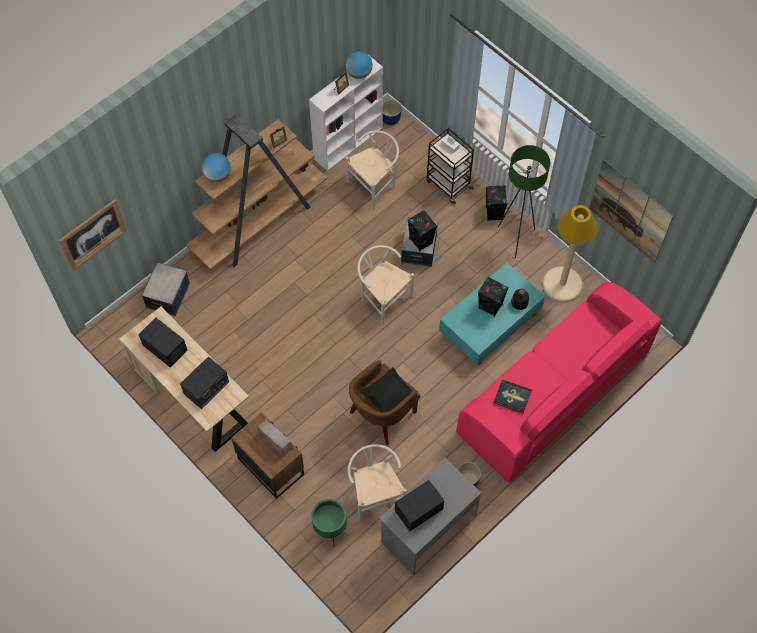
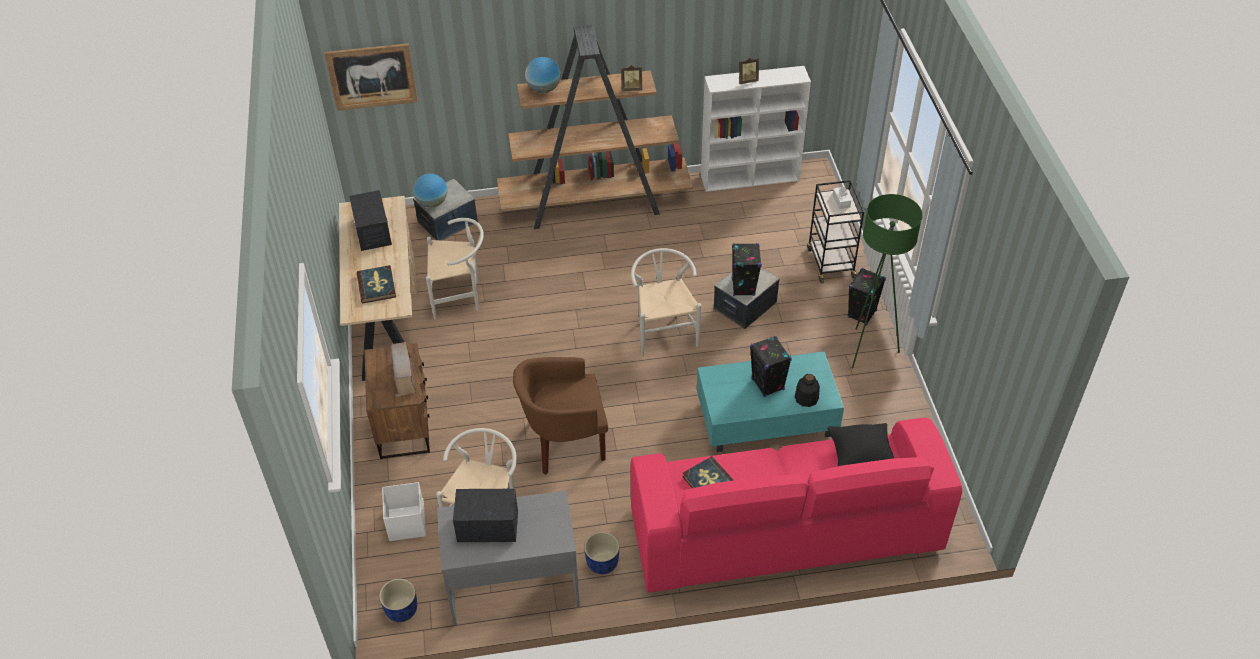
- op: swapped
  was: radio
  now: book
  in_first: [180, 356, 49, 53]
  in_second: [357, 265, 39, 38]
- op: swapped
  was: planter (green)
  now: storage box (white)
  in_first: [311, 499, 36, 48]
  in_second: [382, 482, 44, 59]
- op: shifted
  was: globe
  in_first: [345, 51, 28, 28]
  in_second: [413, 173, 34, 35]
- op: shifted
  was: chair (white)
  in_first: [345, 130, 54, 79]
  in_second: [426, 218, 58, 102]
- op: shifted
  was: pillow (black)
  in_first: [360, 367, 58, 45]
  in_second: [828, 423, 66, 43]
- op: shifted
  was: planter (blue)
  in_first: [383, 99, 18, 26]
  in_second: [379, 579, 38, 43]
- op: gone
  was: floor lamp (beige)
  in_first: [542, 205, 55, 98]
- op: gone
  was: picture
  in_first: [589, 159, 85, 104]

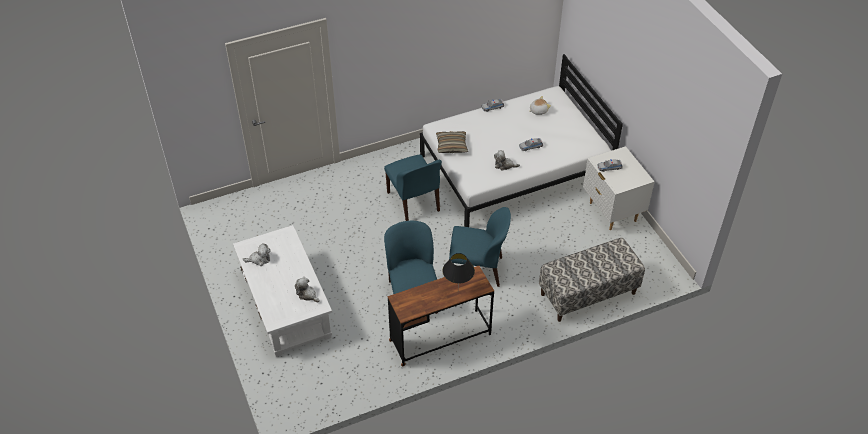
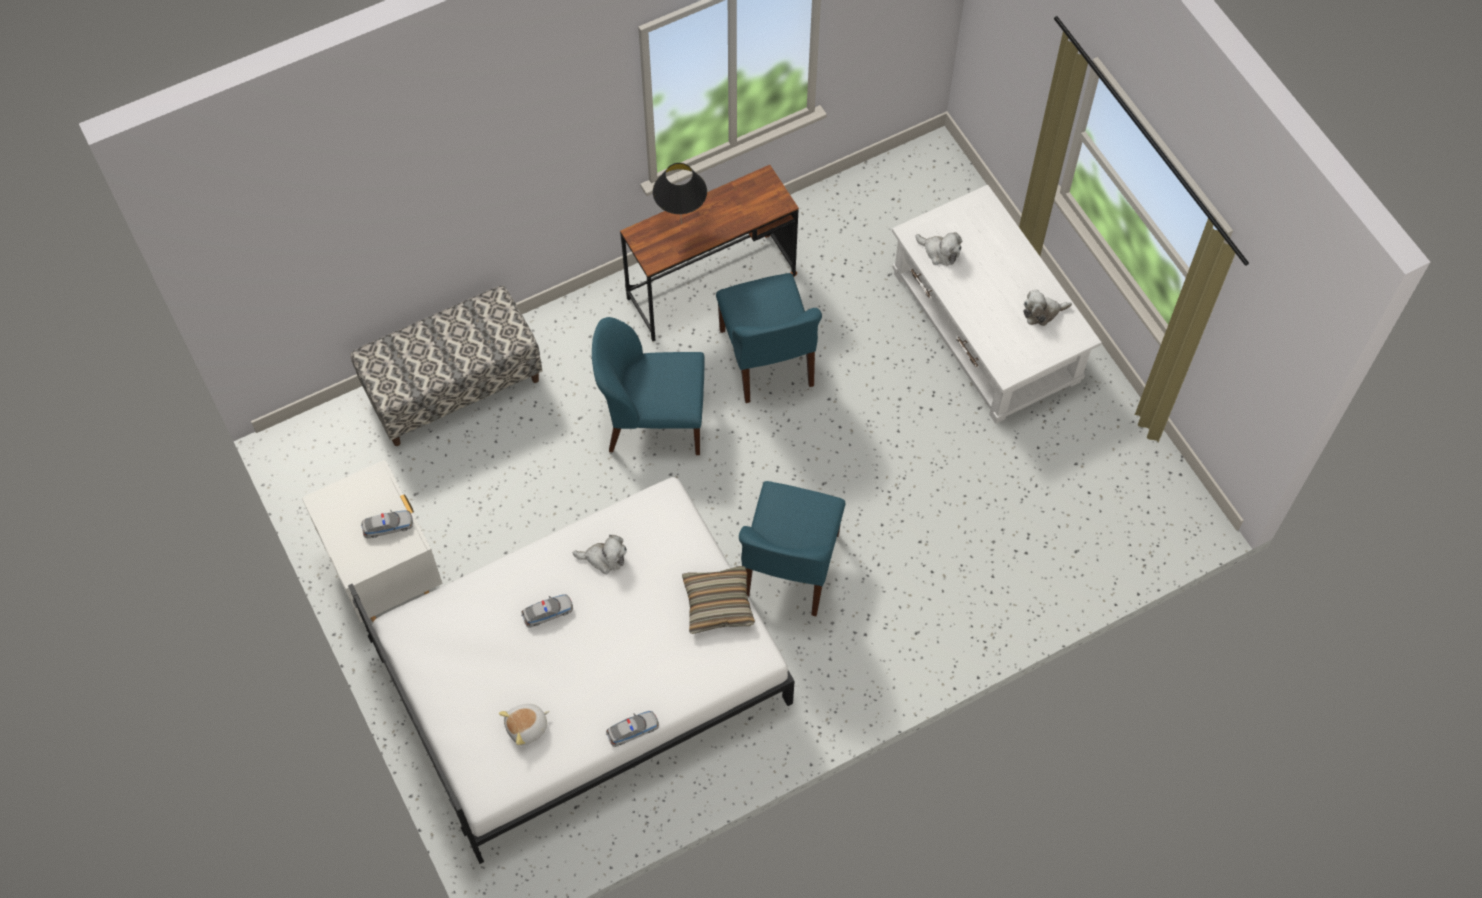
- op: rotated
  was: chair (blue)
  in_first: [384, 154, 58, 67]
  in_second: [739, 481, 107, 135]
  clockwise: -135

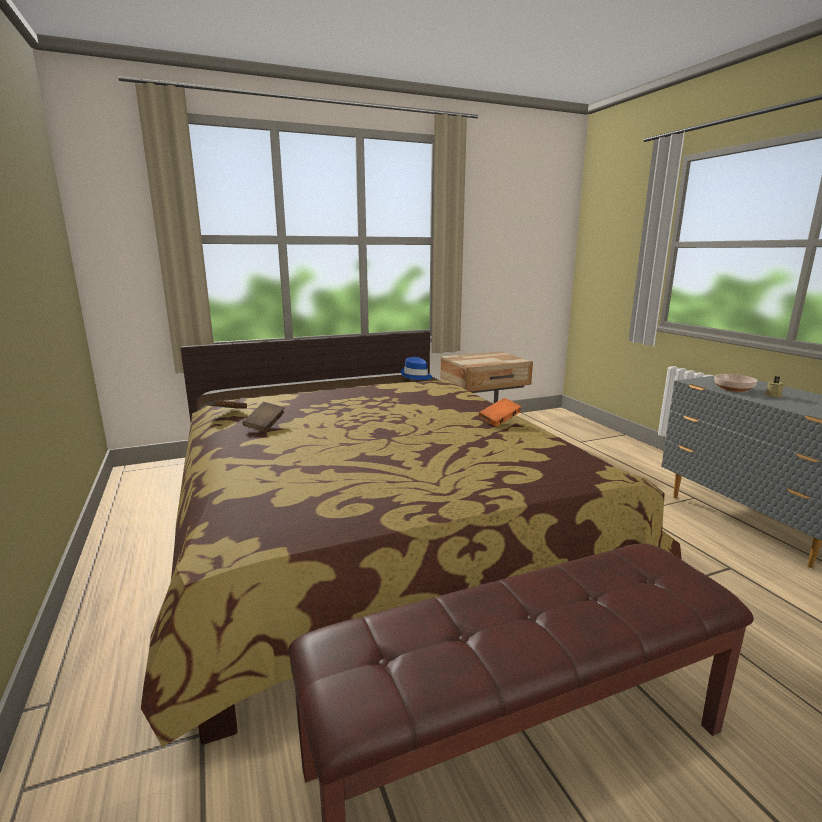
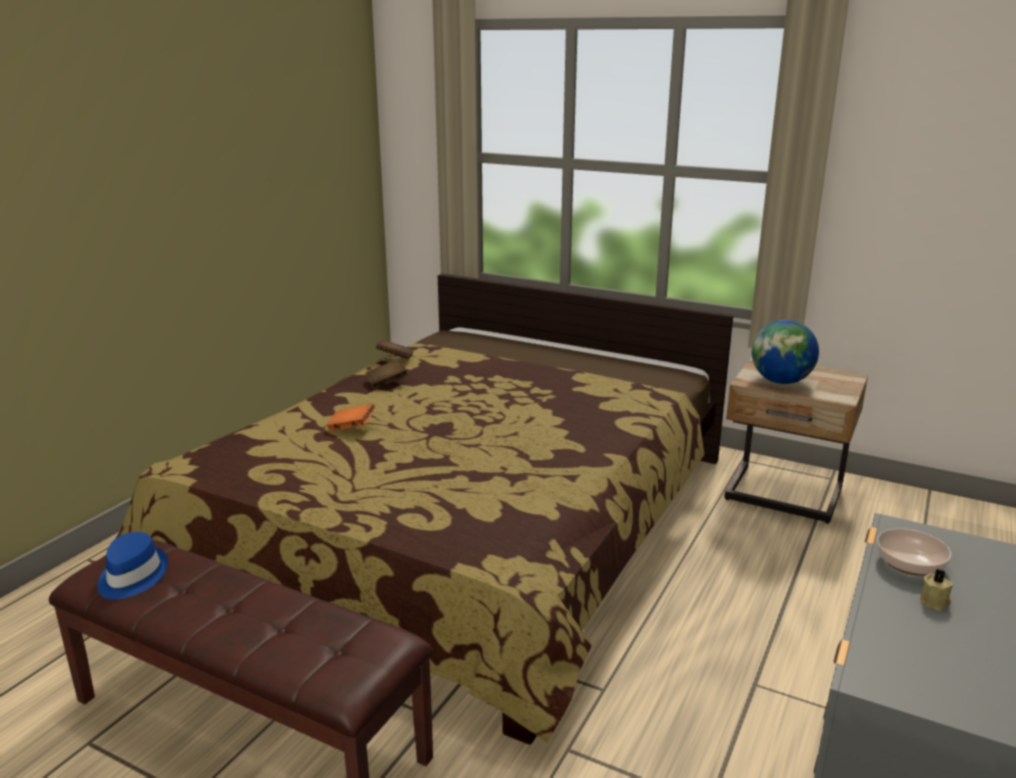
- op: shifted
  was: hat (blue)
  in_first: [401, 357, 31, 23]
  in_second: [97, 532, 71, 68]
- op: shifted
  was: book (orange)
  in_first: [479, 398, 43, 29]
  in_second: [326, 404, 49, 27]
- op: new
  now: globe
  in_second: [752, 320, 67, 64]

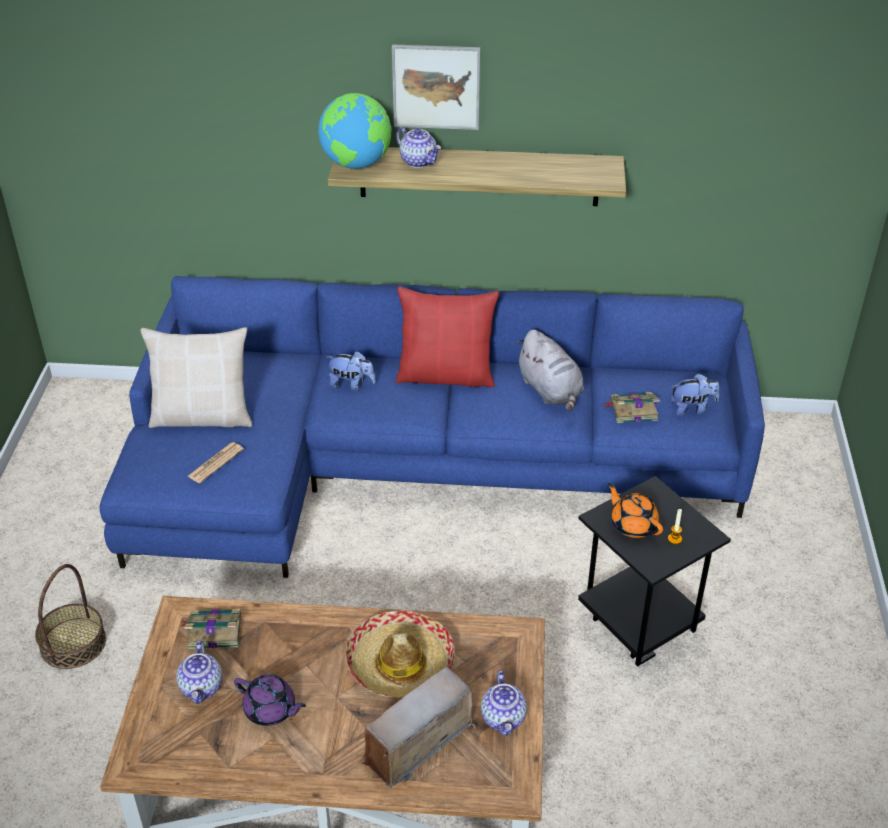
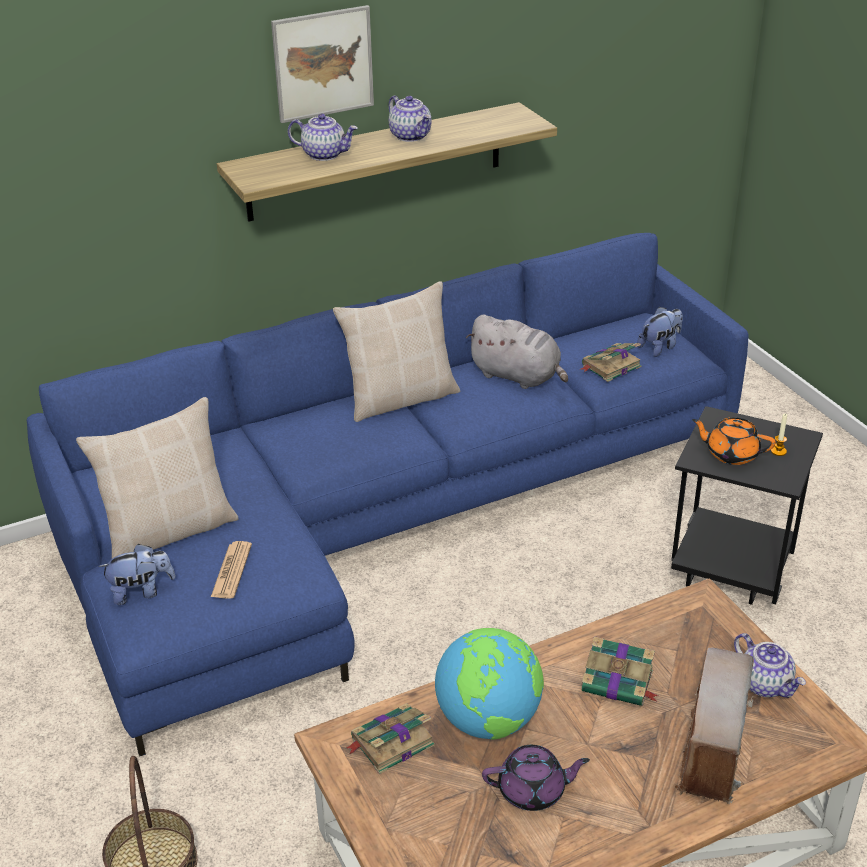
- op: shifted
  was: teapot
  in_first: [176, 640, 47, 64]
  in_second: [389, 95, 42, 47]
- op: shifted
  was: globe
  in_first: [318, 93, 73, 76]
  in_second: [435, 628, 109, 112]
- op: shifted
  was: plush toy
  in_first: [327, 351, 49, 40]
  in_second: [98, 544, 77, 61]
- op: swapped
  was: hat
  now: book
  in_first: [345, 611, 110, 88]
  in_second: [582, 636, 77, 70]
- op: repainted
  was: pillow (red)
  now: pillow (beige)
  in_first: [396, 286, 103, 101]
  in_second: [333, 281, 127, 141]

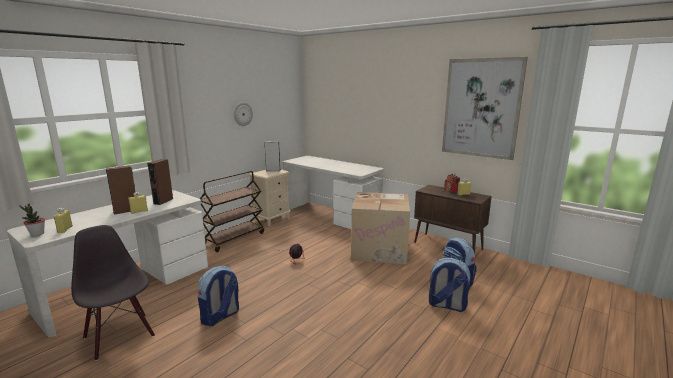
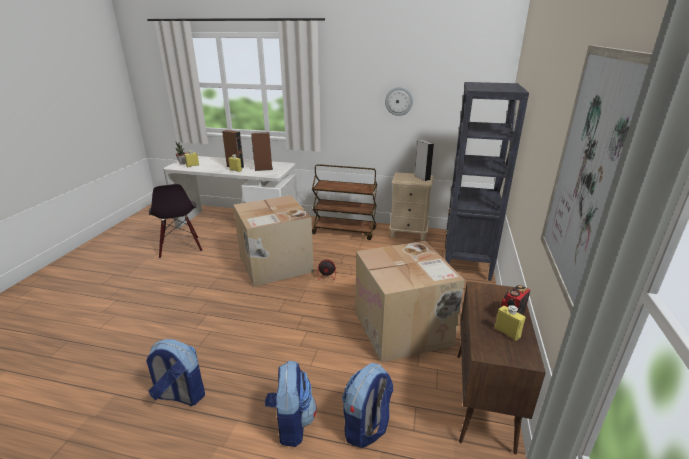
- op: rotated
  was: chair (black)
  in_first: [71, 225, 84, 136]
  in_second: [149, 184, 54, 75]
  clockwise: 135
- op: shifted
  was: backpack
  in_first: [198, 266, 41, 60]
  in_second: [146, 339, 59, 67]
- op: swapped
  was: desk (white)
  now: bookcase (black)
  in_first: [283, 156, 101, 73]
  in_second: [445, 82, 84, 199]
- op: new
  now: cardboard box
  in_second: [233, 195, 81, 91]

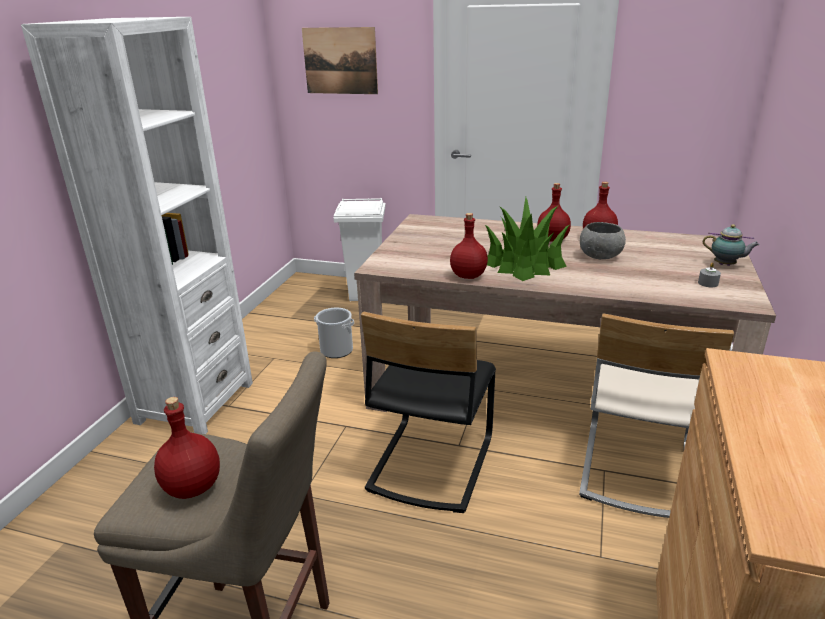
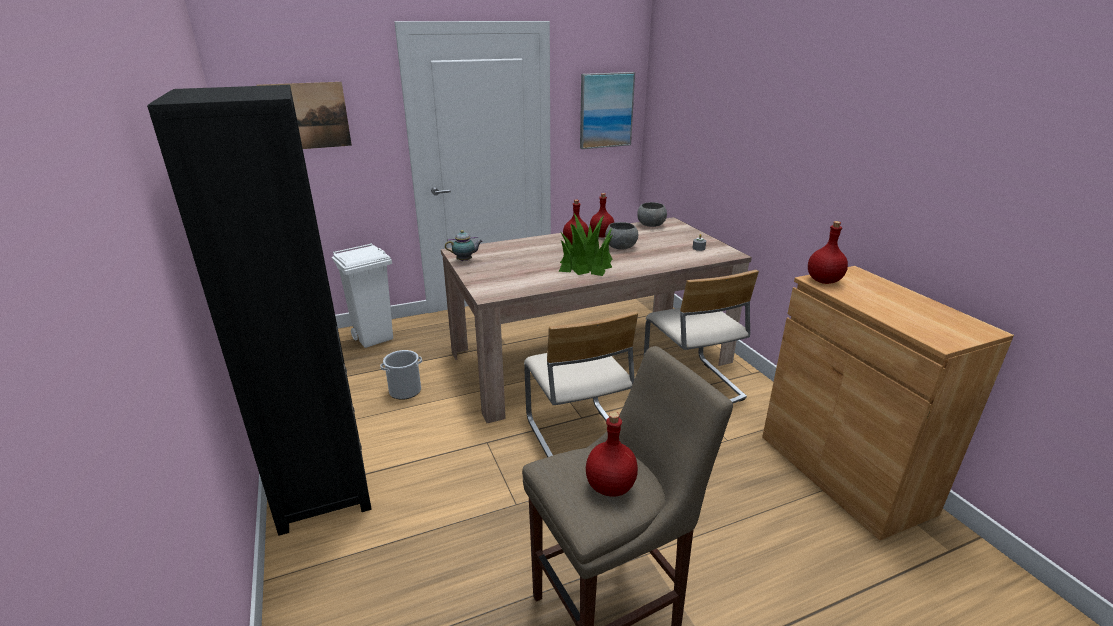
- op: repainted
  was: bookcase (white)
  now: bookcase (black)
  in_first: [21, 17, 232, 417]
  in_second: [147, 85, 225, 451]
- op: repainted
  was: chair (black)
  now: chair (beige)
  in_first: [361, 312, 135, 201]
  in_second: [524, 311, 114, 146]
- op: shifted
  was: bottle (red)
  in_first: [450, 213, 38, 66]
  in_second: [808, 221, 40, 63]
- op: shifted
  was: teapot
  in_first: [703, 224, 57, 42]
  in_second: [445, 230, 38, 31]
- op: new
  now: picture
  in_second: [580, 72, 55, 77]
- op: new
  now: bowl (grey)
  in_second: [637, 202, 30, 25]

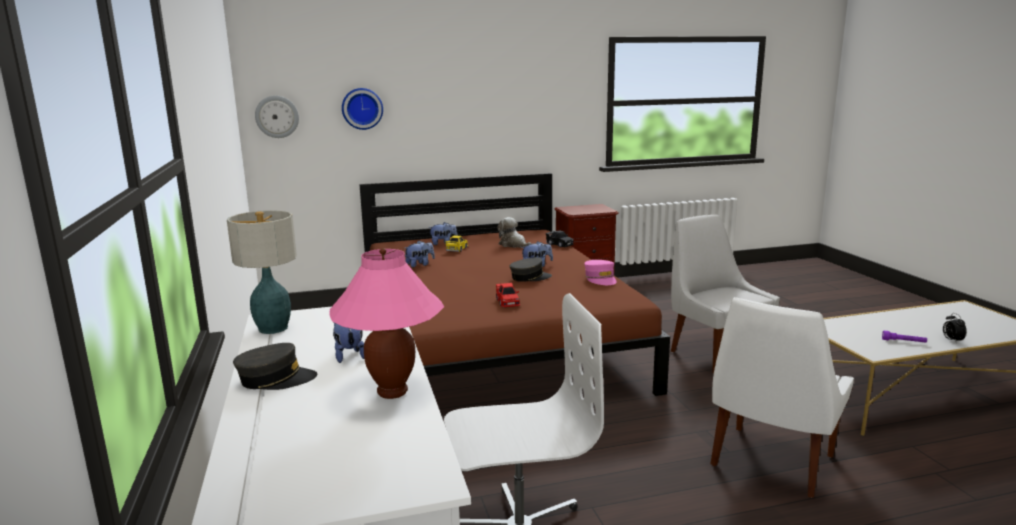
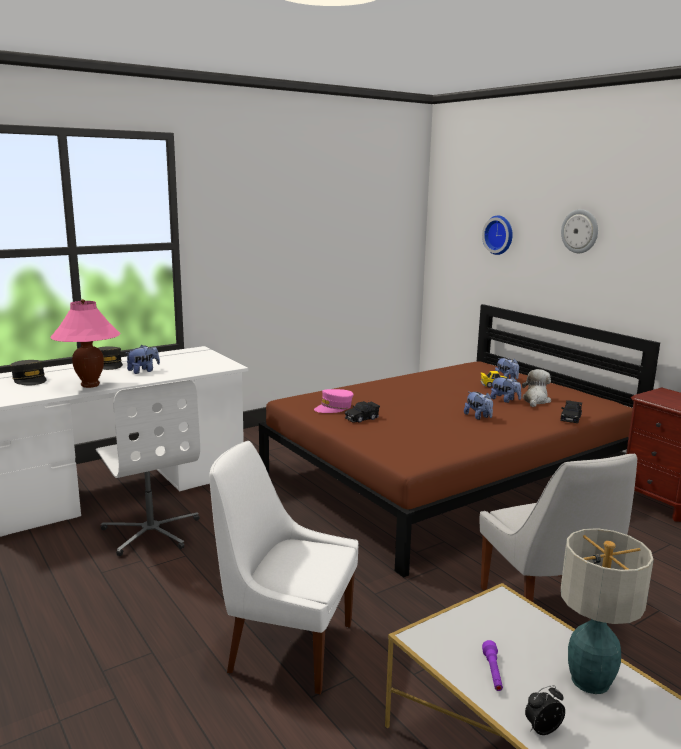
- op: shifted
  was: table lamp
  in_first: [227, 210, 70, 124]
  in_second: [561, 528, 93, 166]
- op: shifted
  was: wall clock
  in_first: [255, 96, 44, 42]
  in_second: [561, 209, 37, 44]
- op: shifted
  was: plush toy
  in_first: [405, 241, 30, 26]
  in_second: [491, 377, 30, 26]
- op: repainted
  was: toy car (red)
  now: toy car (black)
  in_first: [496, 283, 24, 24]
  in_second: [345, 401, 35, 22]
- op: shifted
  was: cap (grey)
  in_first: [510, 257, 42, 25]
  in_second: [10, 360, 37, 25]
- op: shifted
  was: cap (pink)
  in_first: [584, 260, 33, 25]
  in_second: [314, 389, 40, 24]
- op: rotated
  was: chair (white)
  in_first: [671, 214, 109, 160]
  in_second: [480, 453, 157, 149]
  clockwise: 120

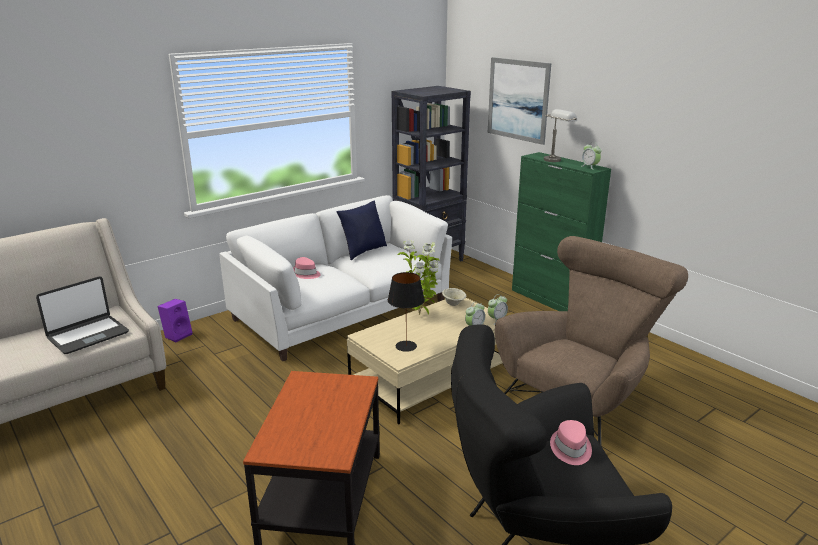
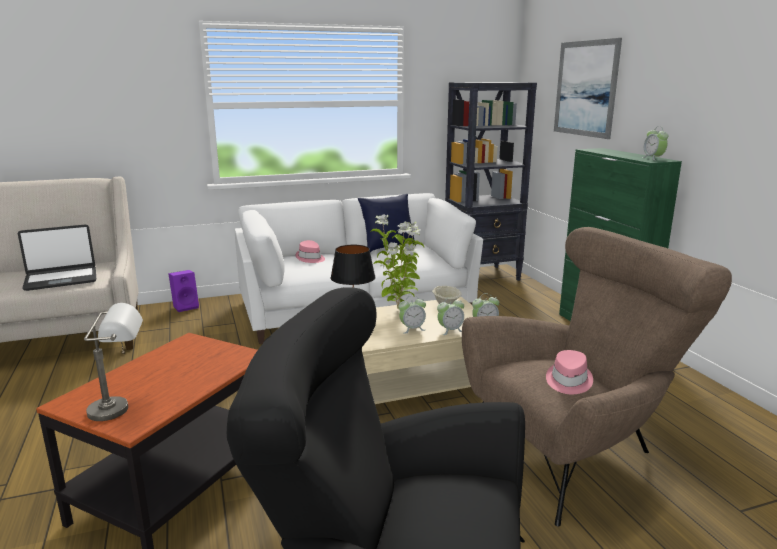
- op: shifted
  was: table lamp (grey)
  in_first: [544, 109, 33, 53]
  in_second: [84, 303, 59, 118]
- op: shifted
  was: hat (pink)
  in_first: [550, 420, 42, 45]
  in_second: [546, 350, 47, 44]
- op: new
  now: alarm clock
  in_second: [398, 295, 28, 39]

